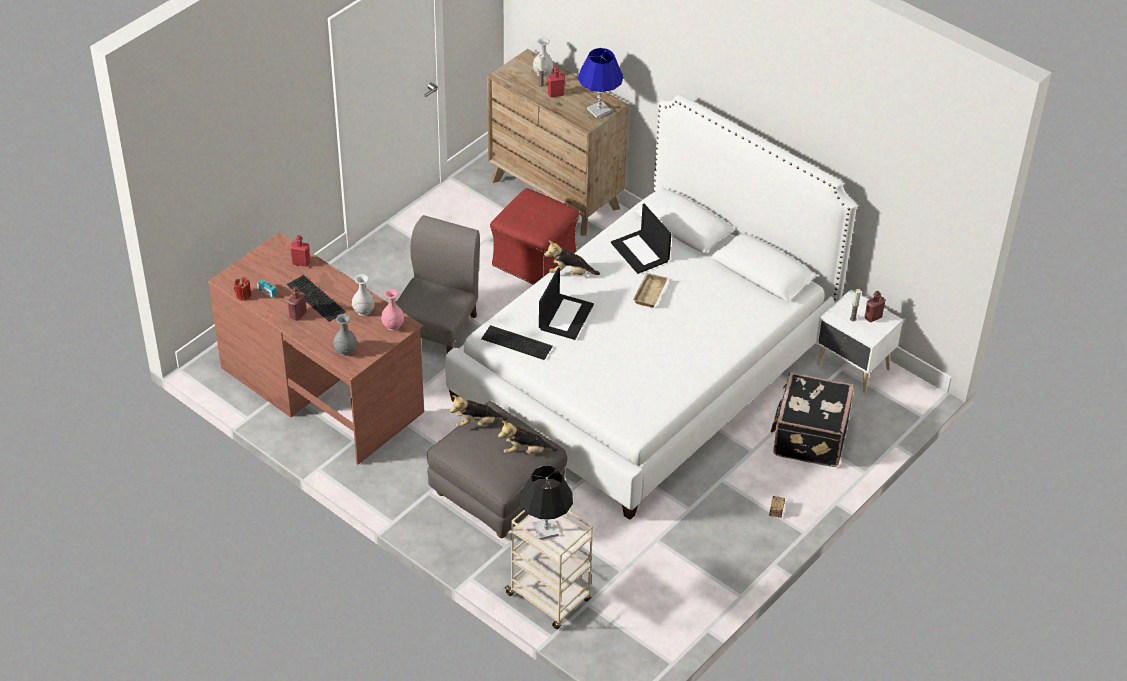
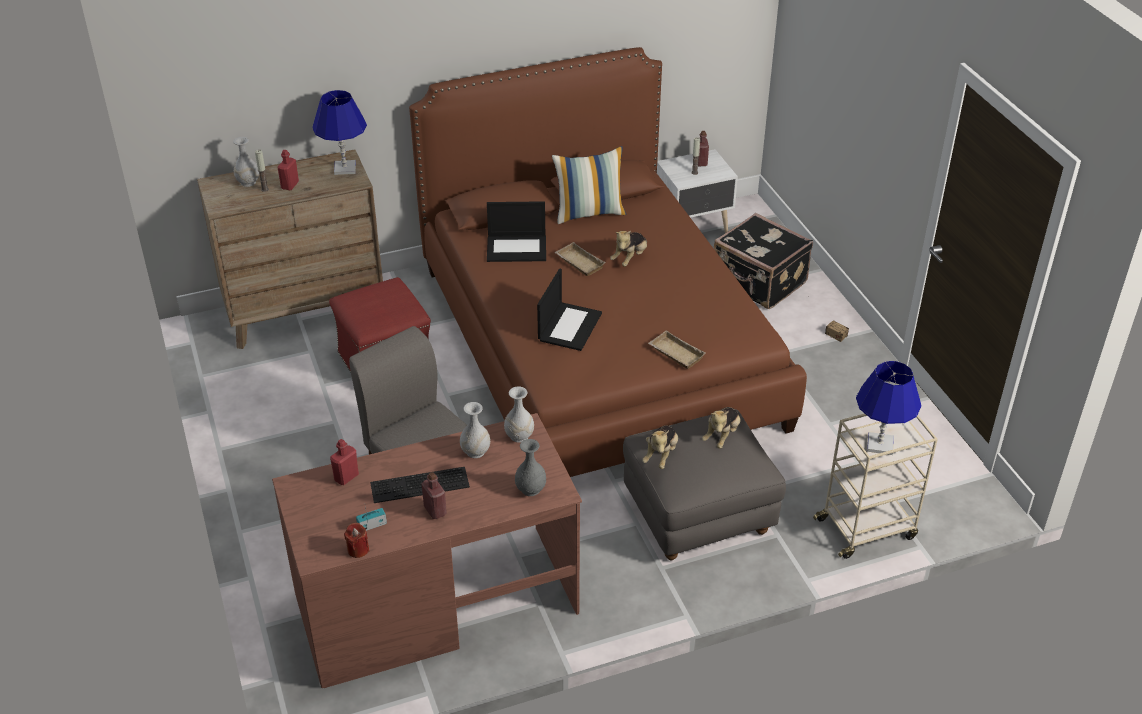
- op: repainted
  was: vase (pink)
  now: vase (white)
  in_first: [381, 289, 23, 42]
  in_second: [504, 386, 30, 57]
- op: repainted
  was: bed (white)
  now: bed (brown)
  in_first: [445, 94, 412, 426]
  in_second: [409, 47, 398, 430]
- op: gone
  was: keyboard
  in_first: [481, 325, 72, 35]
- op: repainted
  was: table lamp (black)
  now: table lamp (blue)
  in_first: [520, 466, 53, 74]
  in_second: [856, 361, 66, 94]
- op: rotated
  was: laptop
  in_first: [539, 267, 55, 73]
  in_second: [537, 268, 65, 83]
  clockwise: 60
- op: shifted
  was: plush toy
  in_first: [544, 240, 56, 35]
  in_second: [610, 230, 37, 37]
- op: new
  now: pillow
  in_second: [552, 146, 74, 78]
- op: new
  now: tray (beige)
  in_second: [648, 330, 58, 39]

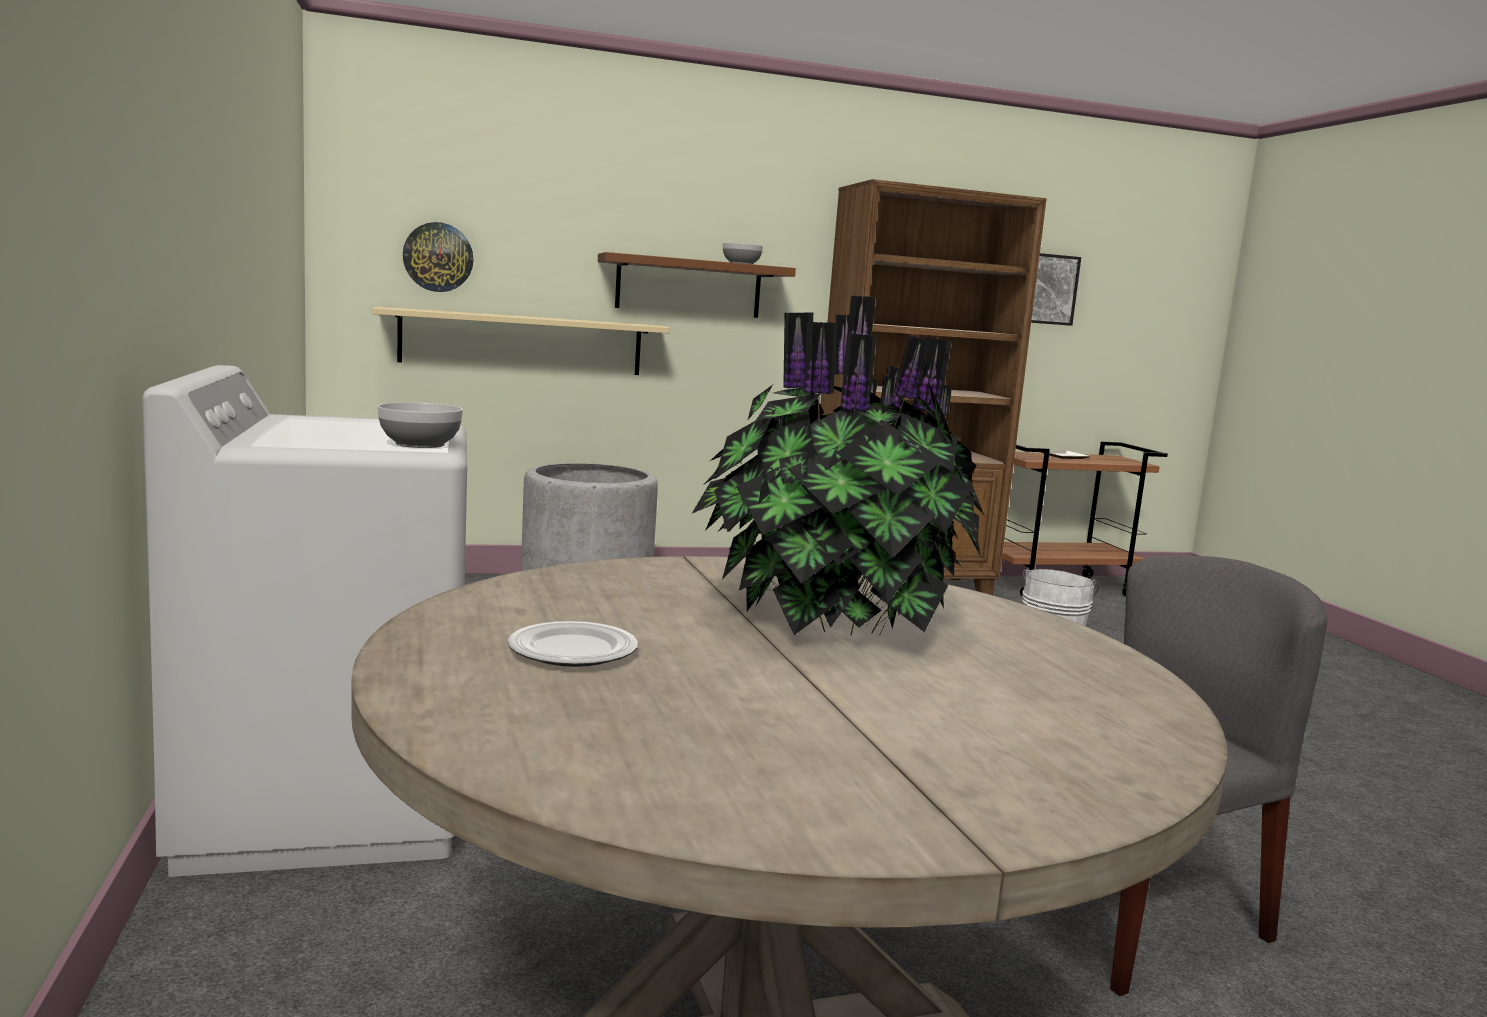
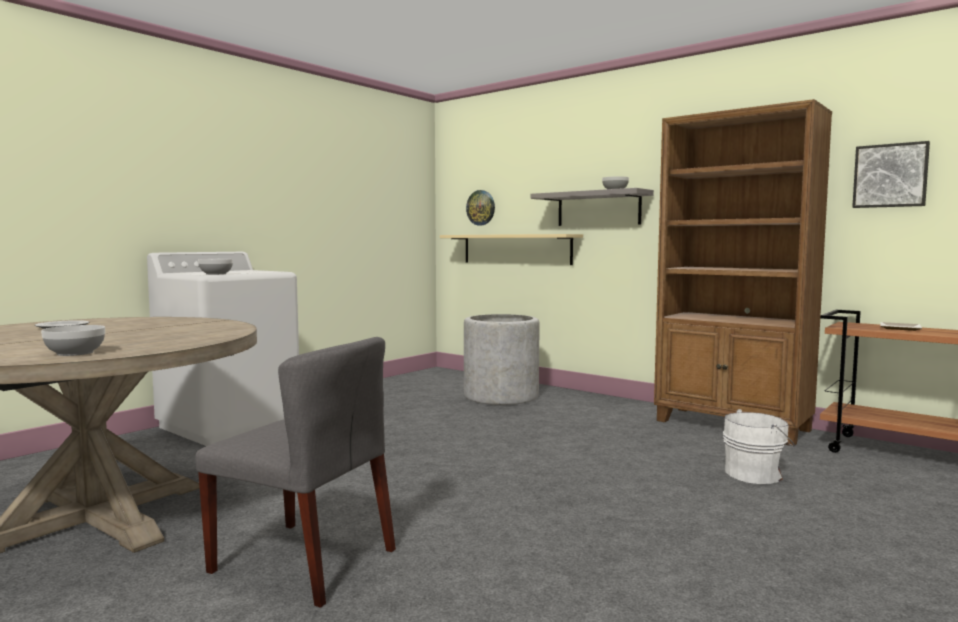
- op: repainted
  was: shelf (brown)
  now: shelf (grey)
  in_first: [598, 252, 198, 66]
  in_second: [531, 188, 123, 38]
- op: gone
  was: potted plant
  in_first: [692, 296, 292, 340]
- op: new
  now: bowl
  in_second: [41, 325, 64, 31]

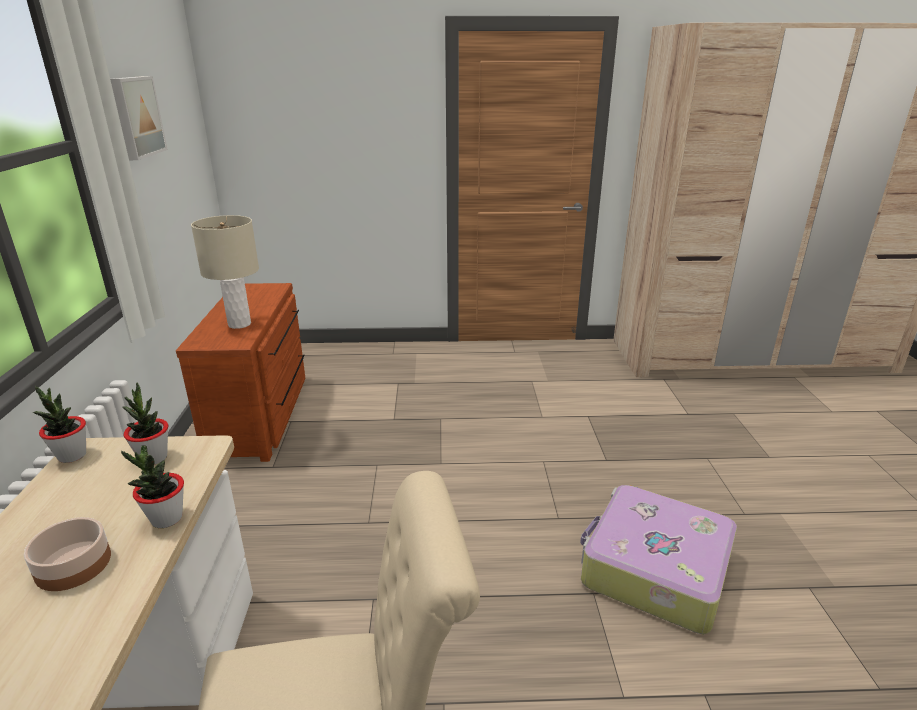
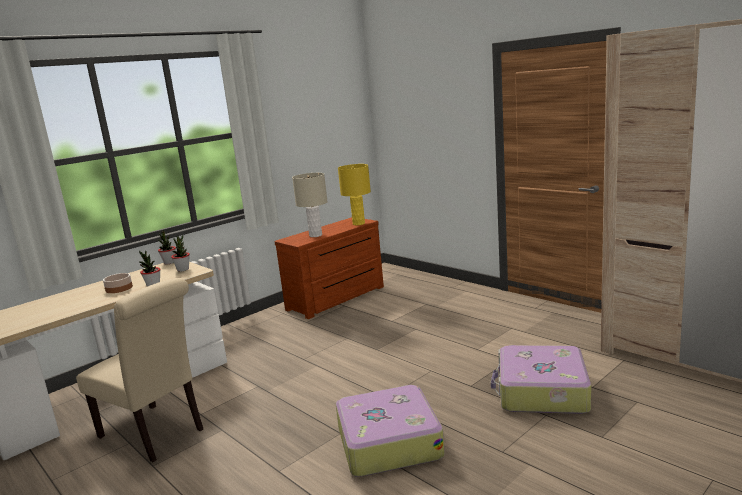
- op: gone
  was: picture
  in_first: [110, 76, 58, 84]
- op: new
  now: table lamp (yellow)
  in_second: [338, 164, 33, 61]
- op: new
  now: suitcase
  in_second: [491, 345, 100, 69]

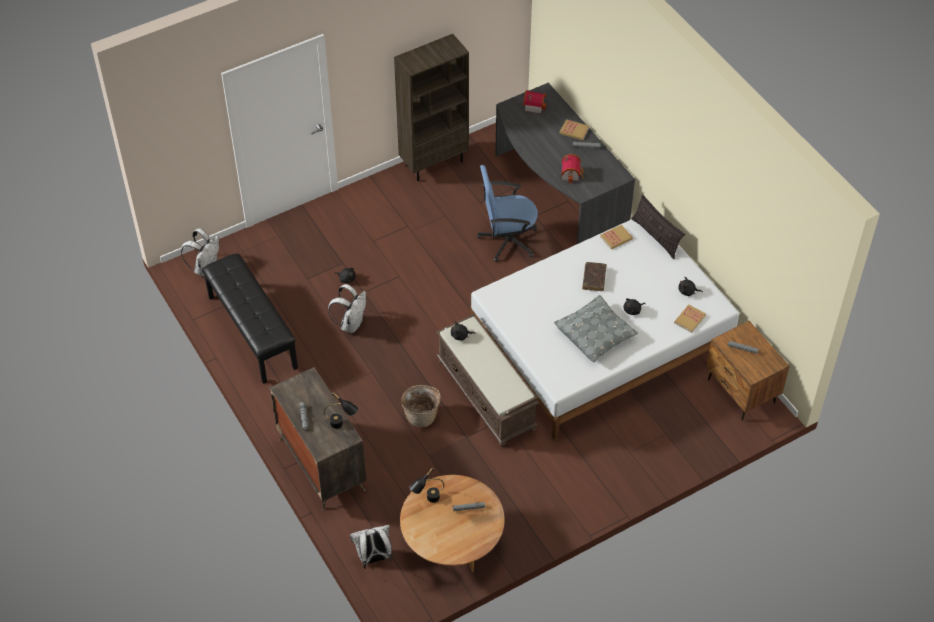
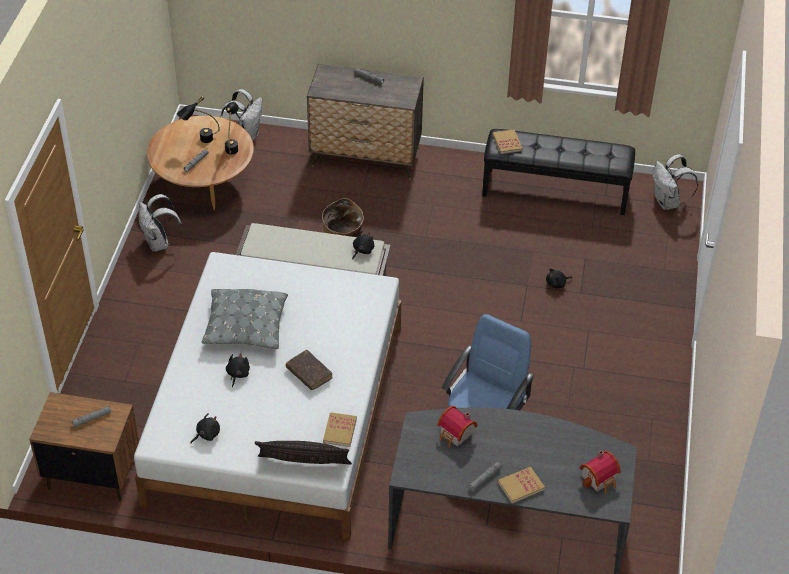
- op: shifted
  was: table lamp (black)
  in_first: [324, 392, 35, 37]
  in_second: [177, 96, 43, 47]
- op: shifted
  was: backpack (white)
  in_first: [328, 284, 38, 49]
  in_second: [139, 194, 44, 58]
- op: gone
  was: bookcase (brown)
  in_first: [394, 34, 75, 147]
- op: shifted
  was: book
  in_first: [674, 305, 32, 28]
  in_second: [493, 129, 30, 25]

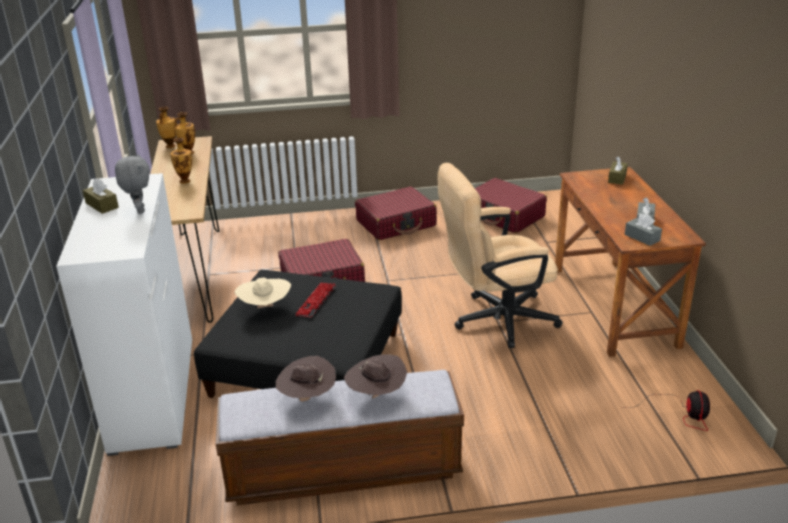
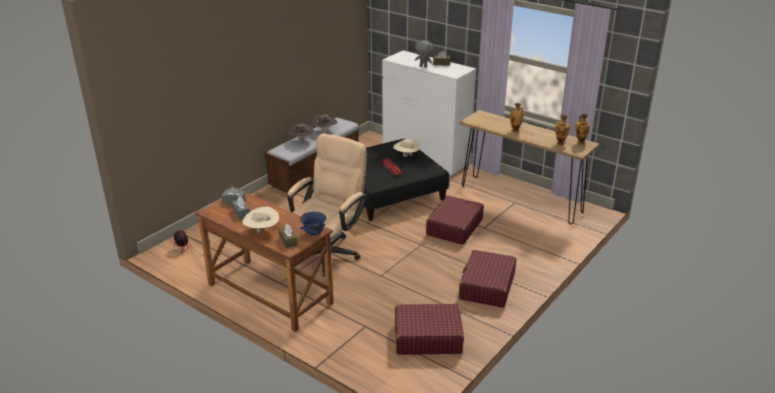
- op: new
  now: hat (beige)
  in_second: [243, 206, 36, 27]
- op: new
  now: bowl (blue)
  in_second: [300, 211, 27, 24]

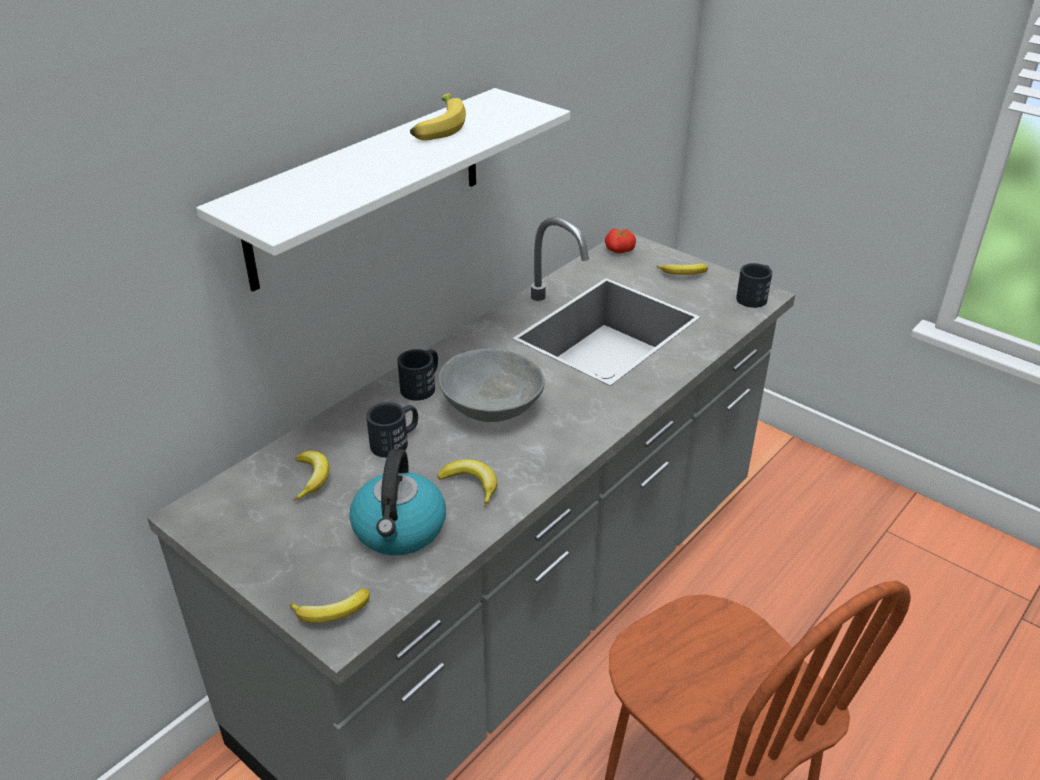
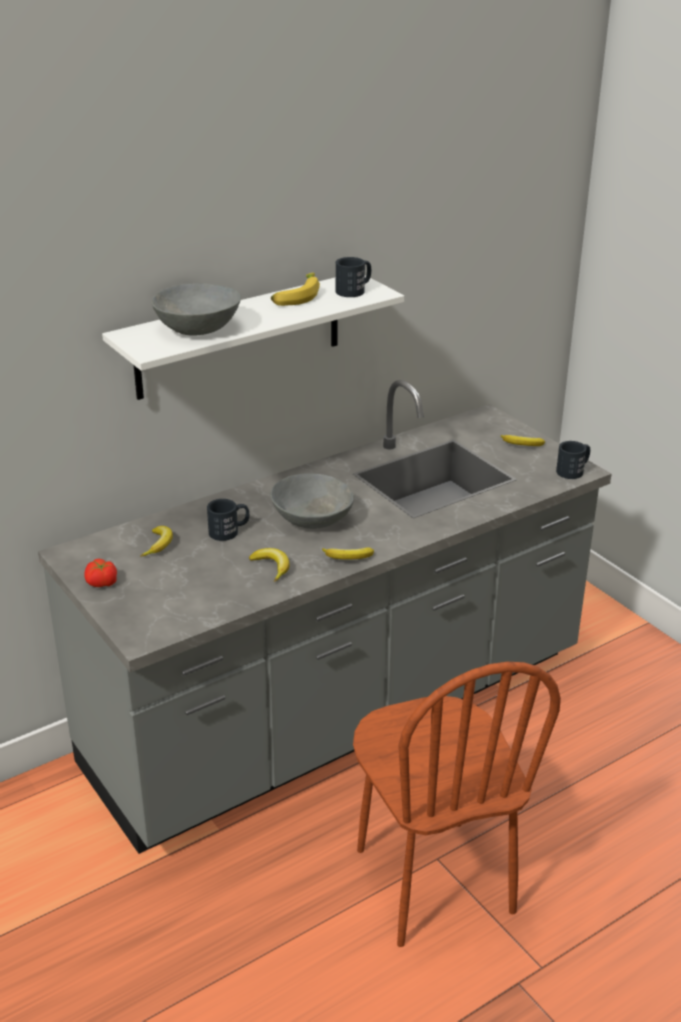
- op: shifted
  was: banana
  in_first: [289, 588, 81, 35]
  in_second: [322, 547, 52, 13]
- op: gone
  was: kettle
  in_first: [349, 449, 97, 106]
- op: shifted
  was: mug (black)
  in_first: [397, 349, 41, 52]
  in_second: [336, 257, 35, 40]
- op: shifted
  was: tomato
  in_first: [605, 229, 31, 25]
  in_second: [84, 559, 33, 28]
- op: new
  now: bowl (grey)
  in_second: [152, 283, 89, 53]

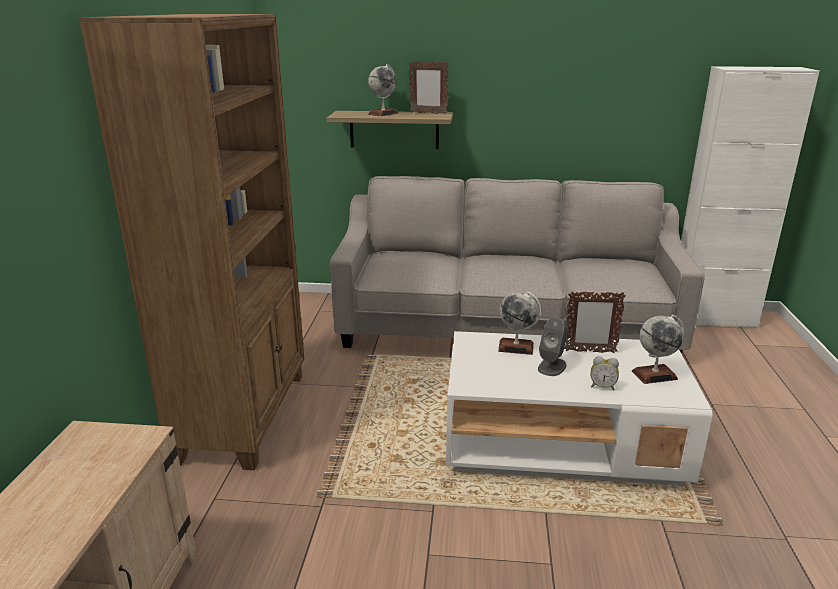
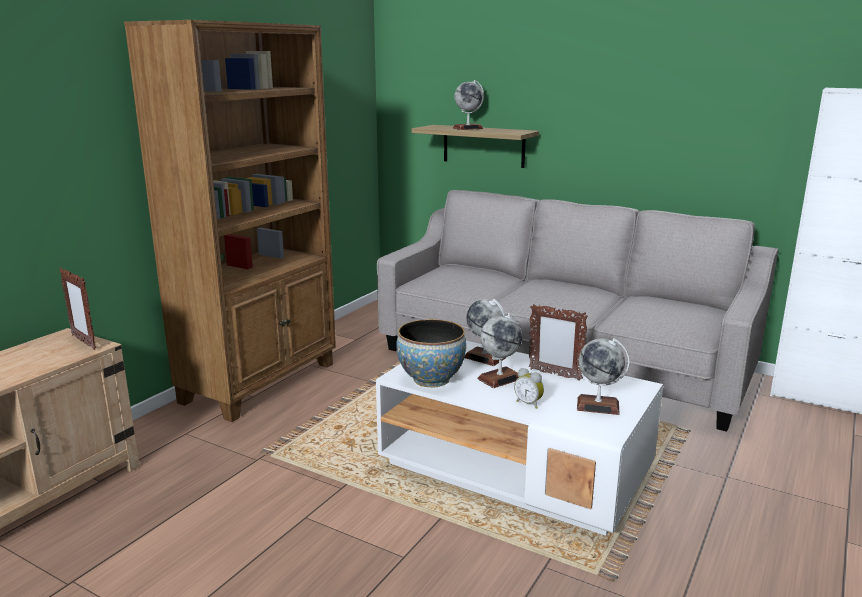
- op: shifted
  was: picture frame
  in_first: [409, 61, 40, 53]
  in_second: [59, 268, 37, 82]
- op: swapped
  was: speaker (grey)
  now: globe
  in_first: [538, 318, 30, 58]
  in_second: [477, 313, 45, 75]
- op: new
  now: bowl
  in_second: [396, 319, 70, 68]

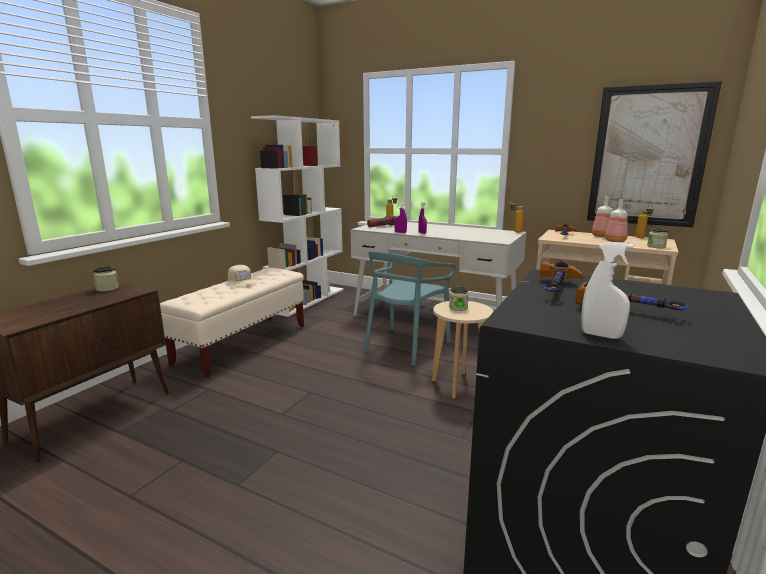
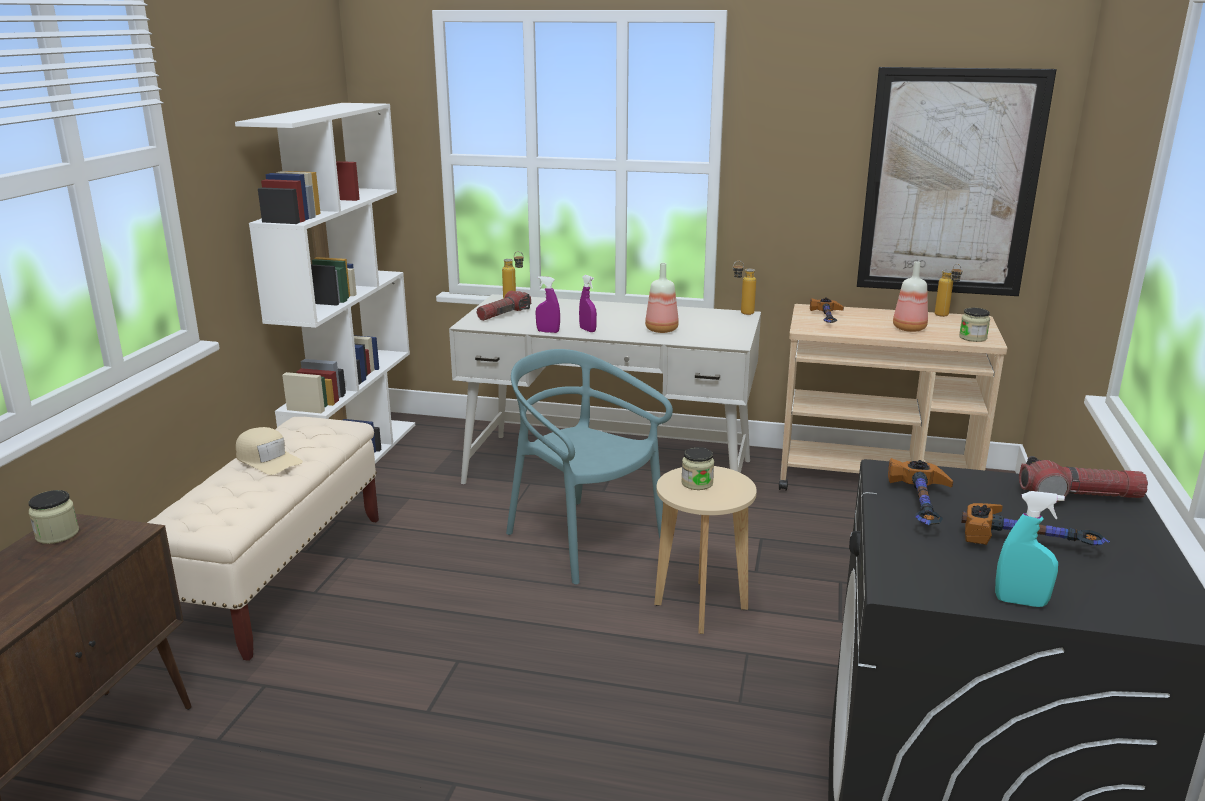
- op: rotated
  was: chair (turquoise)
  in_first: [364, 251, 92, 115]
  in_second: [506, 349, 167, 235]
  clockwise: 120
- op: repainted
  was: spray bottle (white)
  now: spray bottle (turquoise)
  in_first: [581, 242, 52, 97]
  in_second: [995, 491, 70, 116]
- op: shifted
  was: bottle
  in_first: [592, 196, 21, 41]
  in_second: [645, 263, 34, 70]
- op: new
  now: flashlight
  in_second: [1019, 456, 129, 46]

